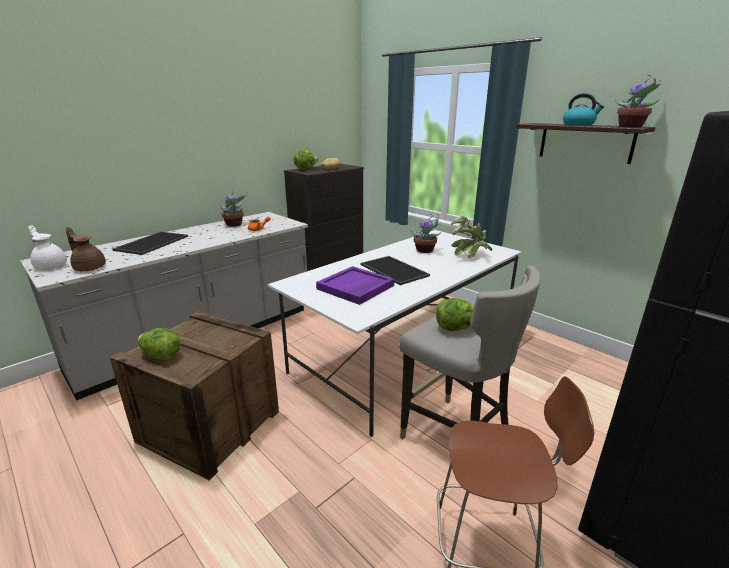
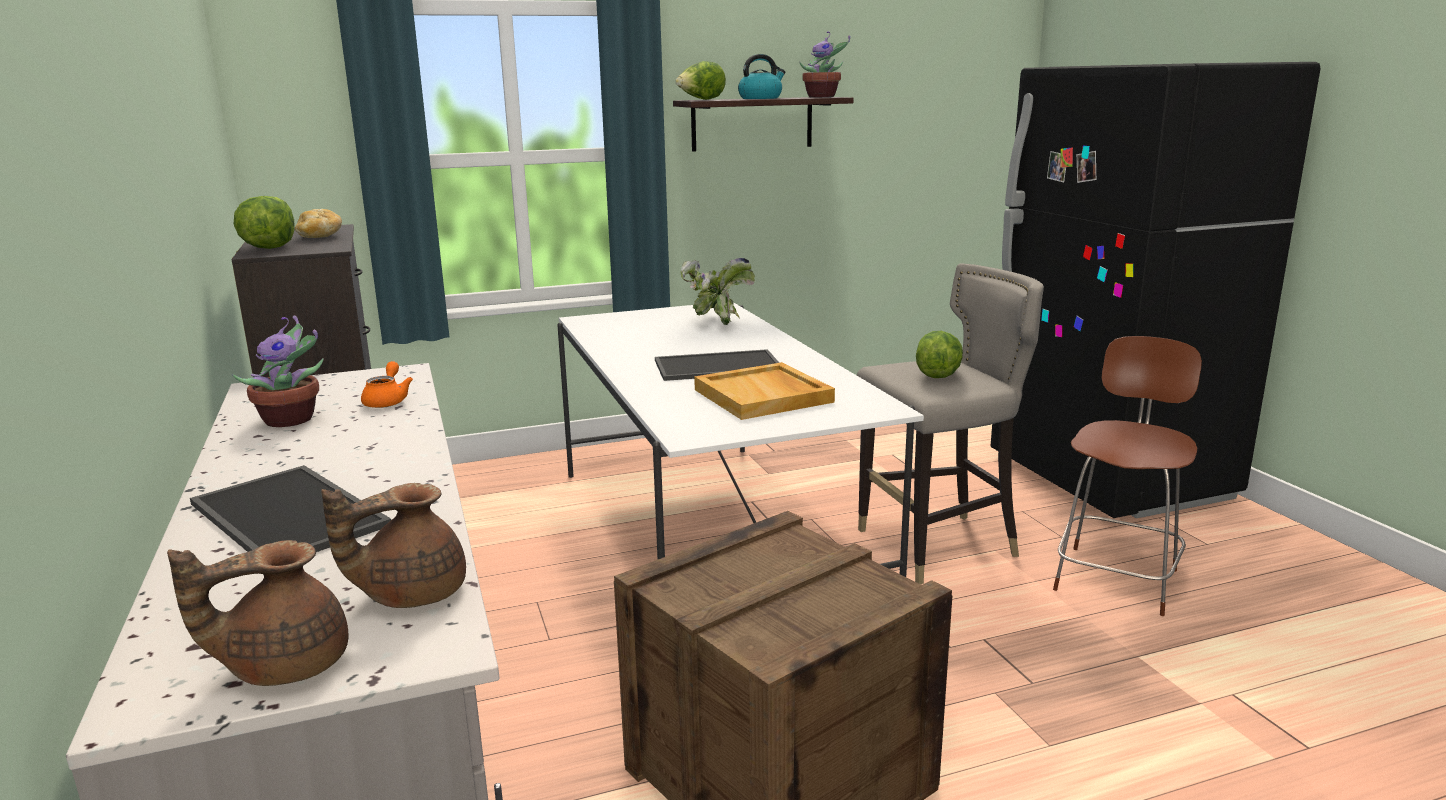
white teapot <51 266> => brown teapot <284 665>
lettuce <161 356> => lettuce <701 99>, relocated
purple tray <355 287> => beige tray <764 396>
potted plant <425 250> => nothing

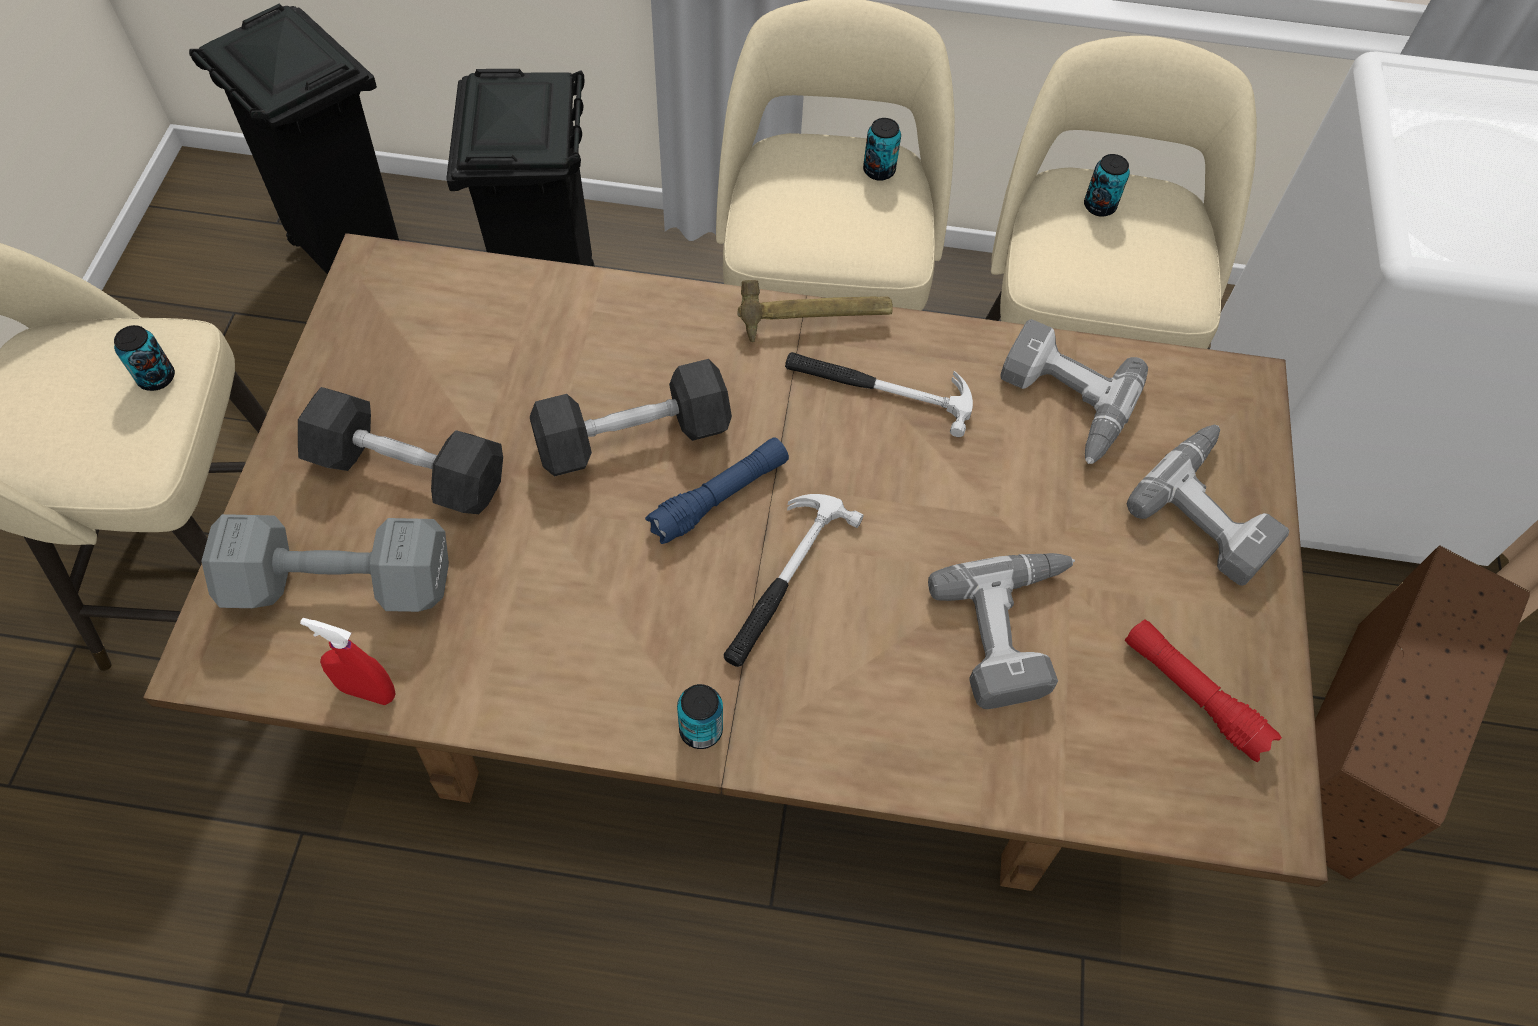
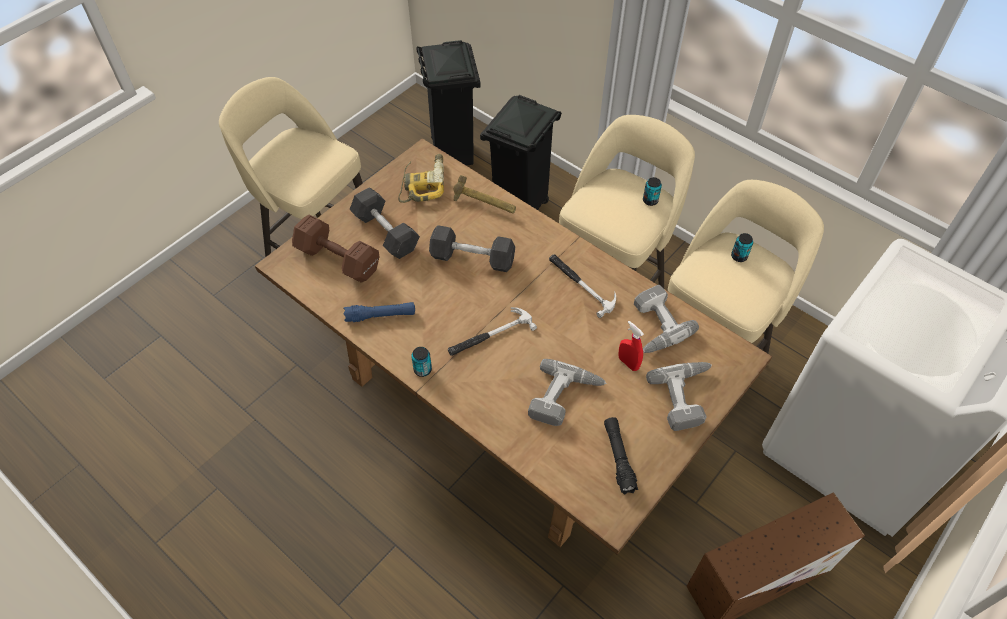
grey dumbbell <345 585> => brown dumbbell <339 261>
blue flashlight <720 497> => blue flashlight <380 316>, relocated
nothing => power drill <423 183>
hammer <813 324> => hammer <484 205>, relocated
red flashlight <1193 695> => black flashlight <618 458>
red spray bottle <368 691> => red spray bottle <628 363>, relocated
can <156 377> => nothing

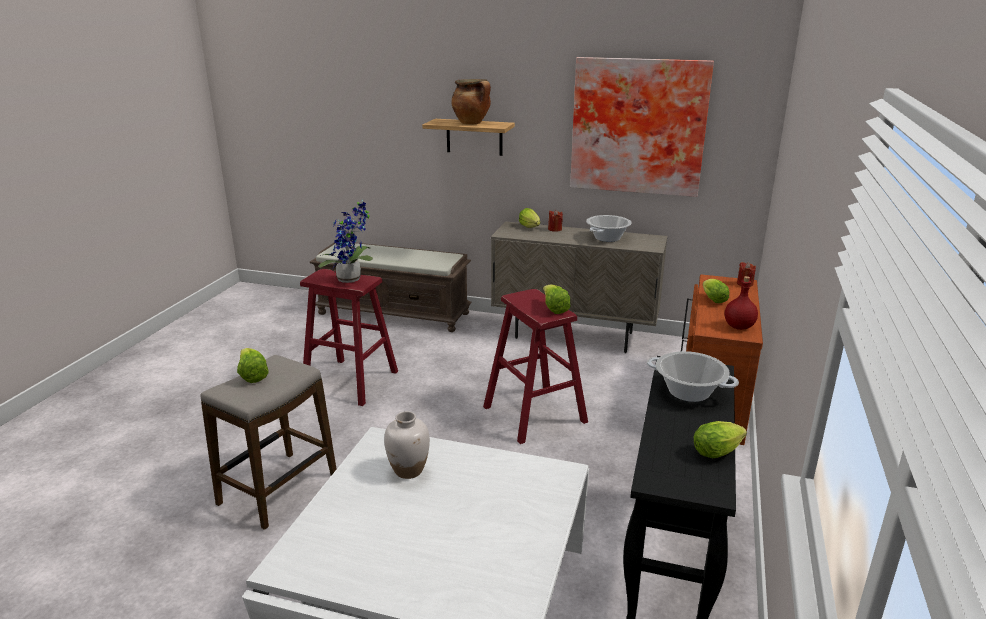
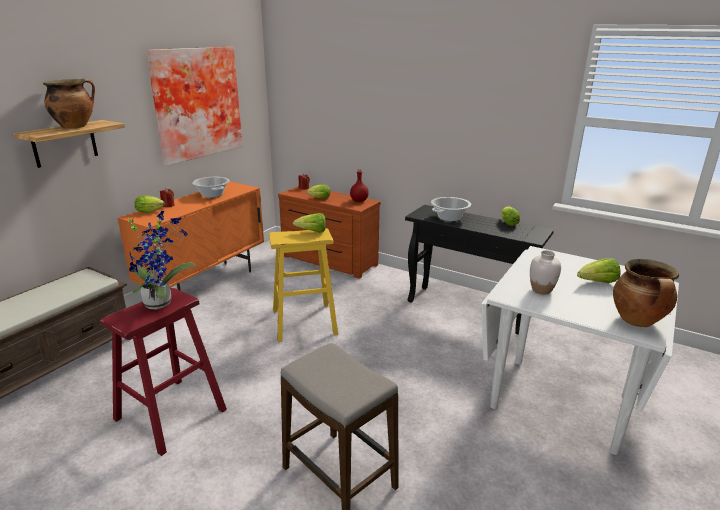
beige cabinet <574 336> => orange cabinet <206 284>
red stool <535 414> => yellow stool <304 322>
lettuce <252 376> => lettuce <597 283>, relocated
nothing => cooking pot <638 321>

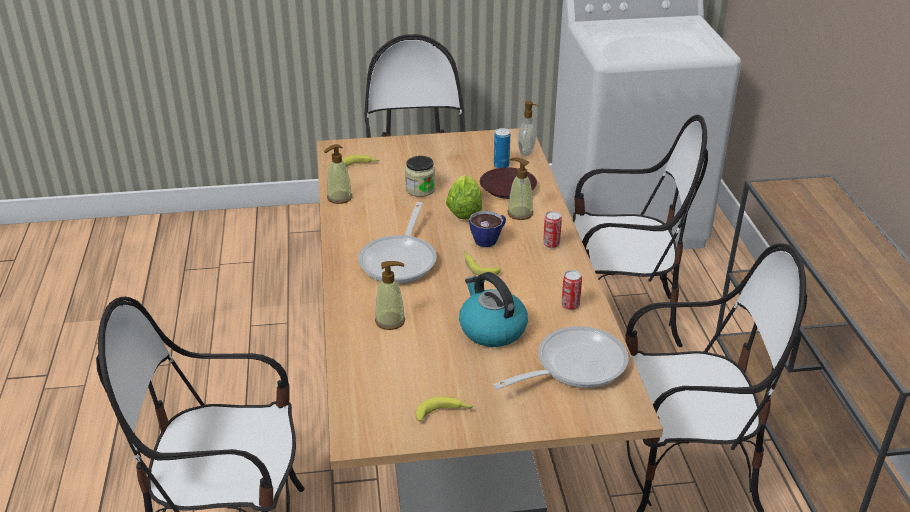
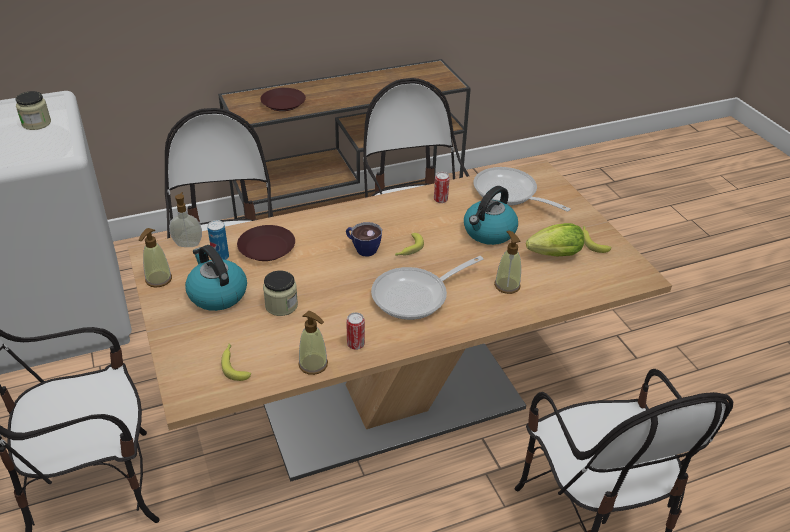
nothing => jar <36 123>
soap dispenser <520 213> => soap dispenser <158 279>, relocated
nothing => kettle <217 294>
nothing => brown plate <283 103>
can <551 244> => can <355 344>, relocated
frying pan <400 260> => frying pan <416 296>, 150 degrees clockwise
lettuce <464 209> => lettuce <551 255>, relocated

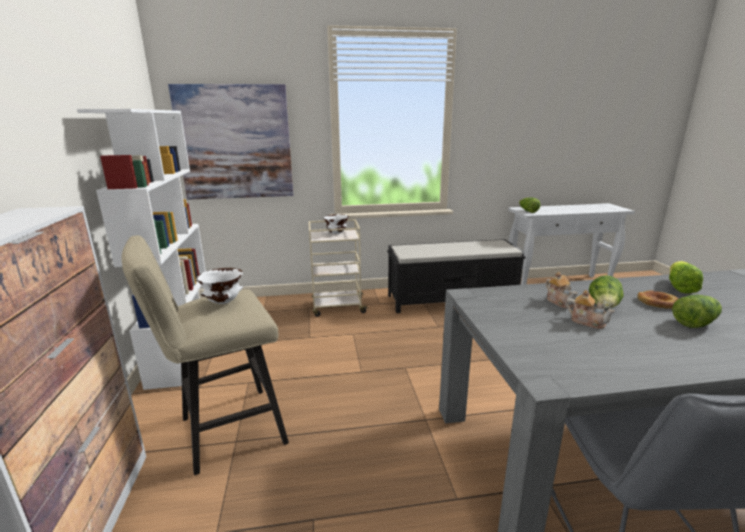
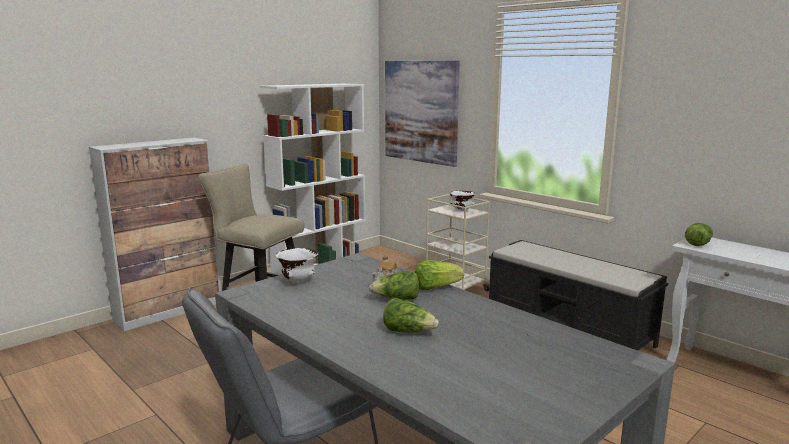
white bowl <223 302> => white bowl <298 281>, relocated
lettuce <679 287> => lettuce <436 288>, relocated
teapot <587 321> => nothing
bread <657 302> => nothing

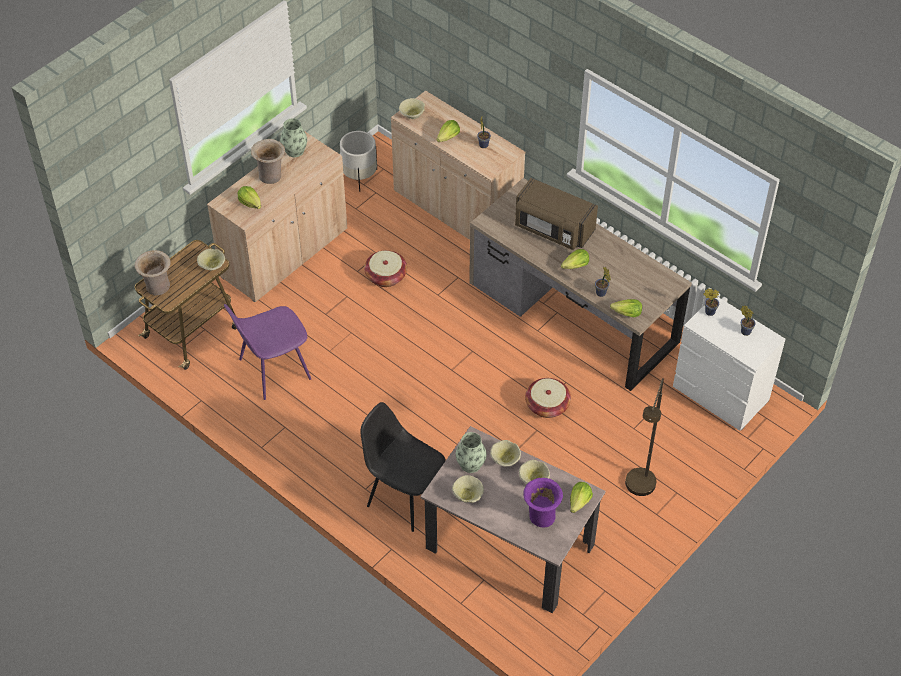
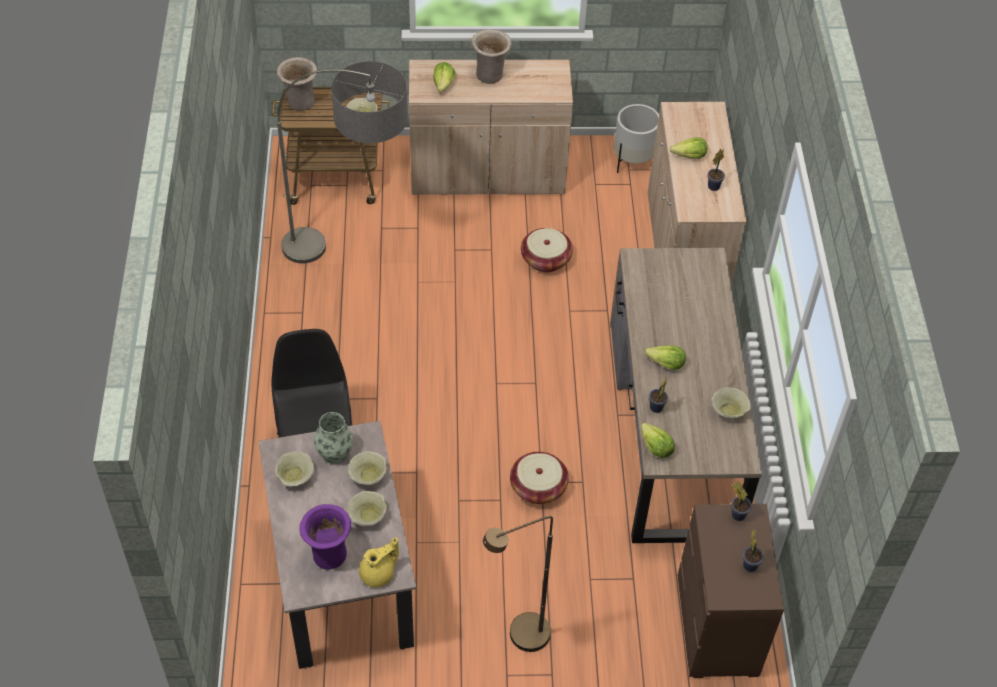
purple chair <273 370> => floor lamp <354 259>
lettuce <579 502> => yellow teapot <379 574>
white dresser <721 395> => brown dresser <717 626>
beige bowl <412 114> => beige bowl <729 411>, relocated
vase <295 150> => nothing
brown microwave <553 229> => nothing

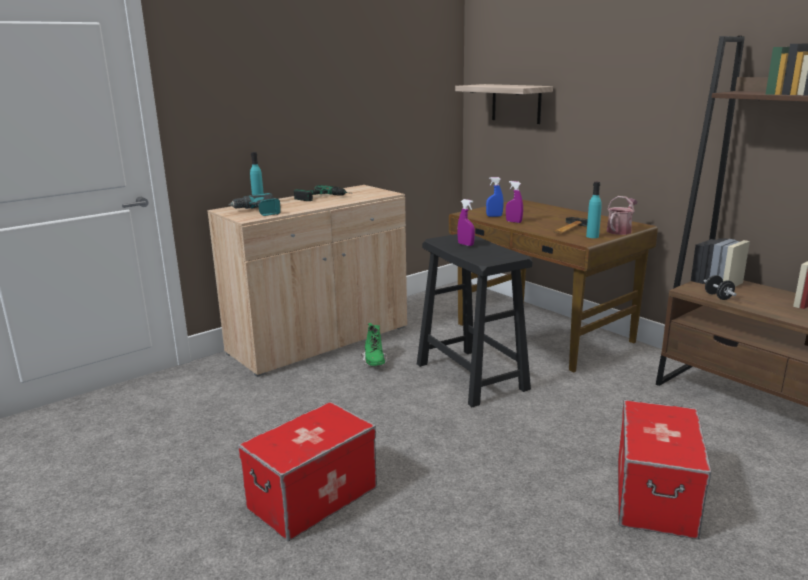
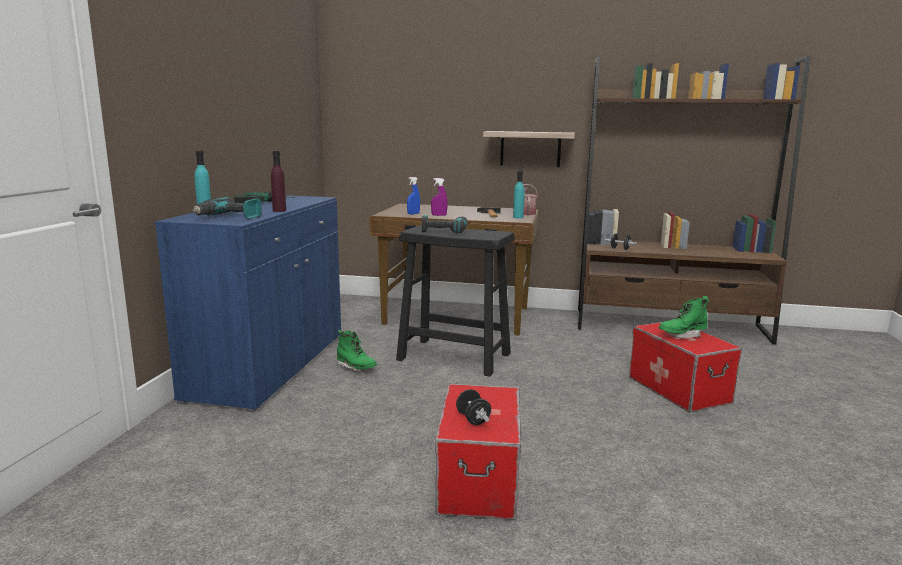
beige cabinet <319 340> => blue cabinet <270 365>
nothing => purple bottle <279 211>
purple spray bottle <465 244> => power drill <445 231>
nothing => black dumbbell <473 419>
shelf <516 103> => shelf <530 149>, relocated
nothing => green boot <682 335>

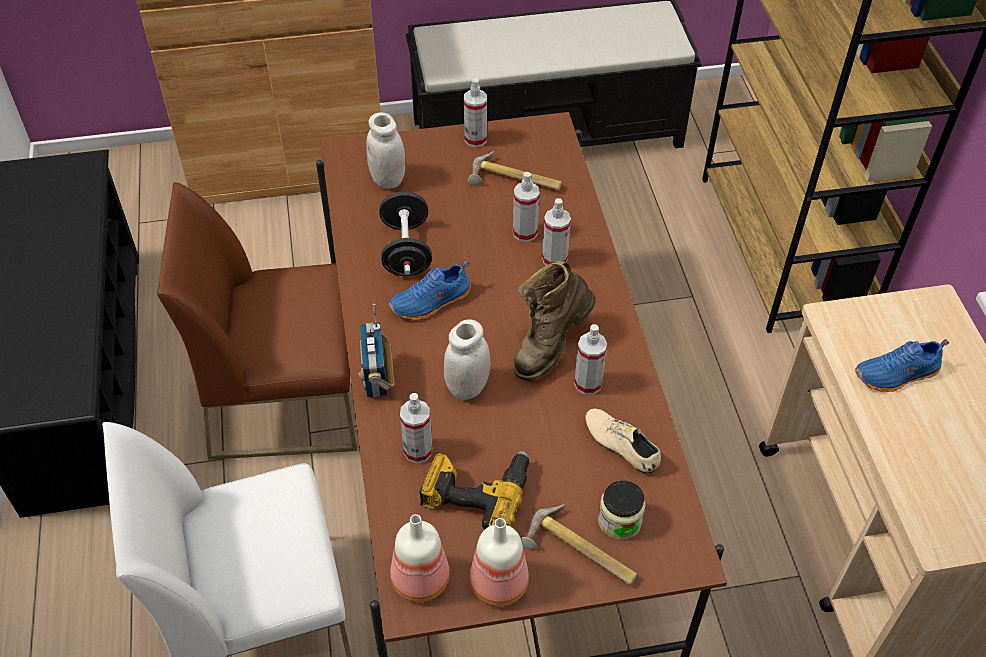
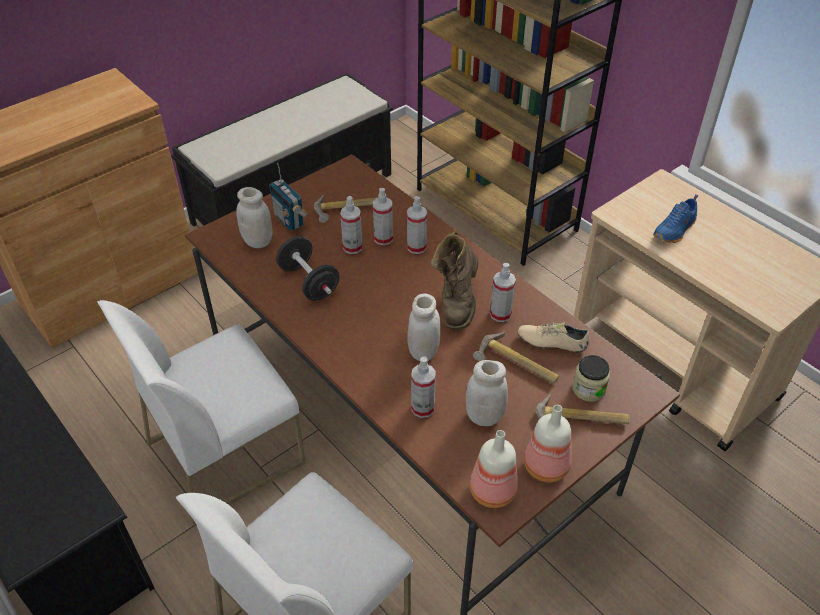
brown chair <287 398> => white chair <226 451>
radio <377 379> => radio <289 221>, relocated
spray bottle <475 139> => spray bottle <352 247>, relocated
power drill <476 493> => white jar <484 416>
nothing => hammer <516 365>
blue shoe <431 303> => nothing

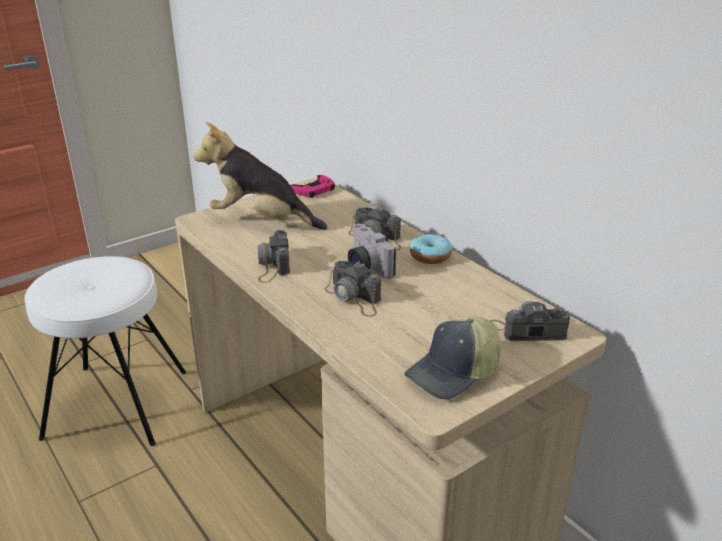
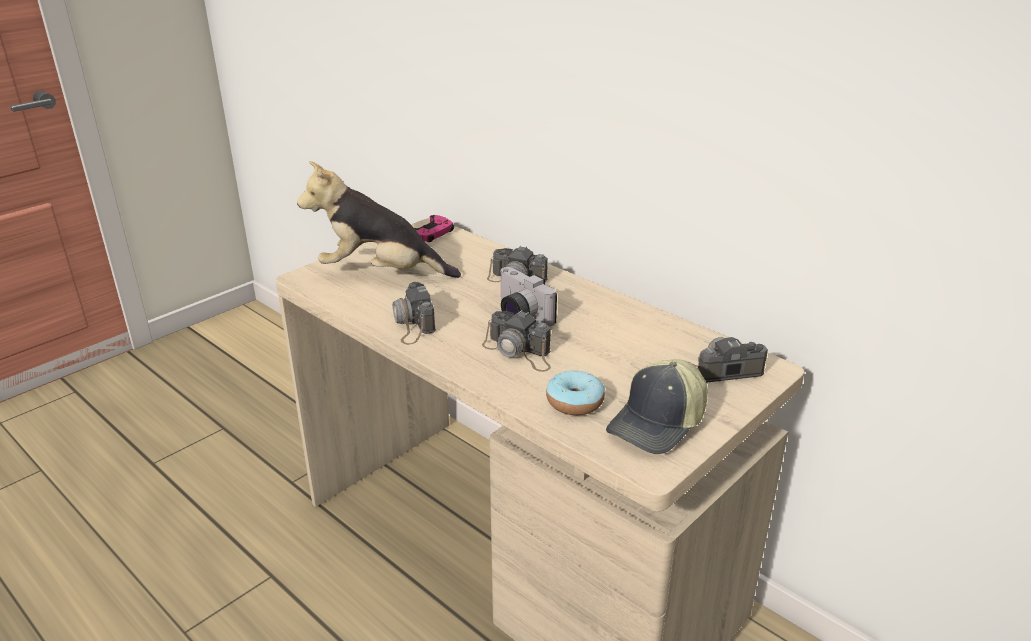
donut <430 256> => donut <575 402>, relocated
white stool <116 404> => nothing

